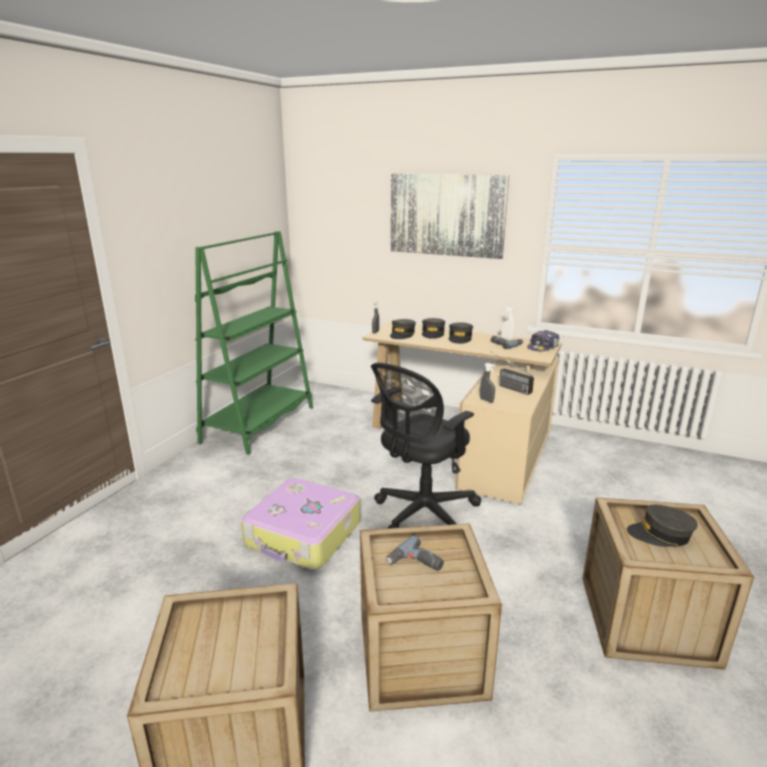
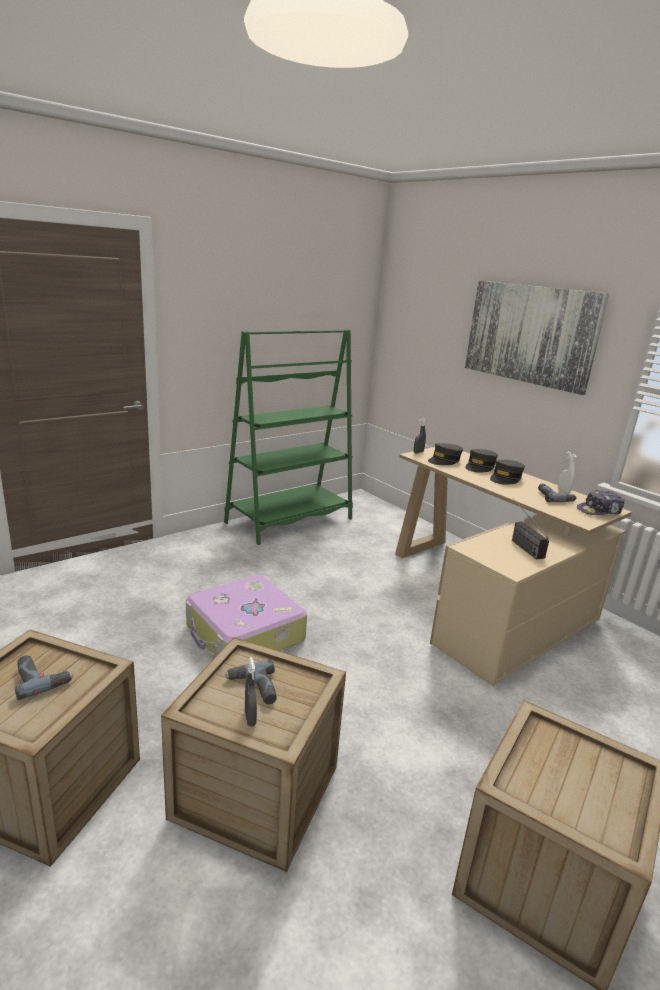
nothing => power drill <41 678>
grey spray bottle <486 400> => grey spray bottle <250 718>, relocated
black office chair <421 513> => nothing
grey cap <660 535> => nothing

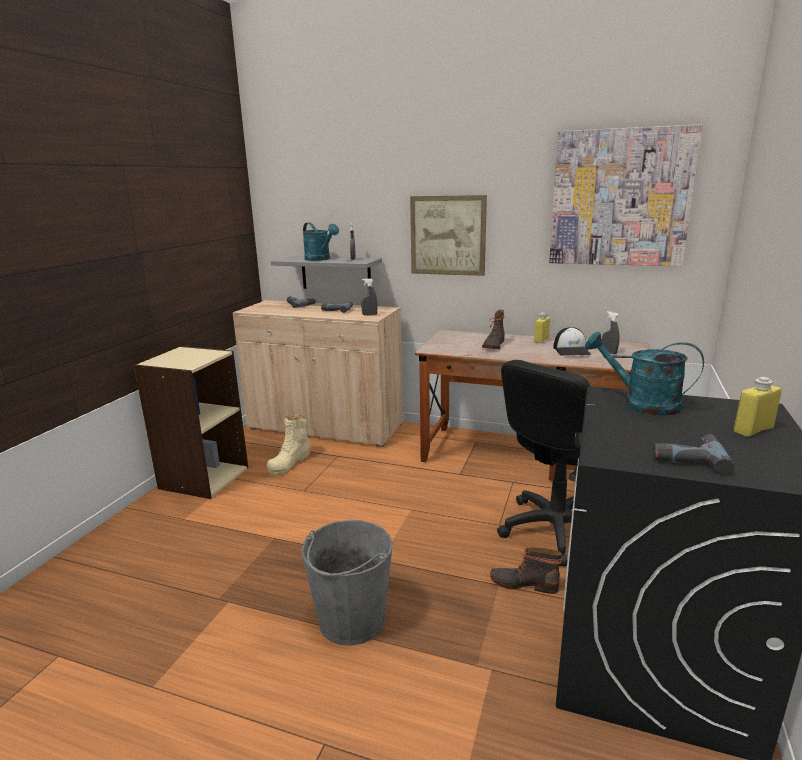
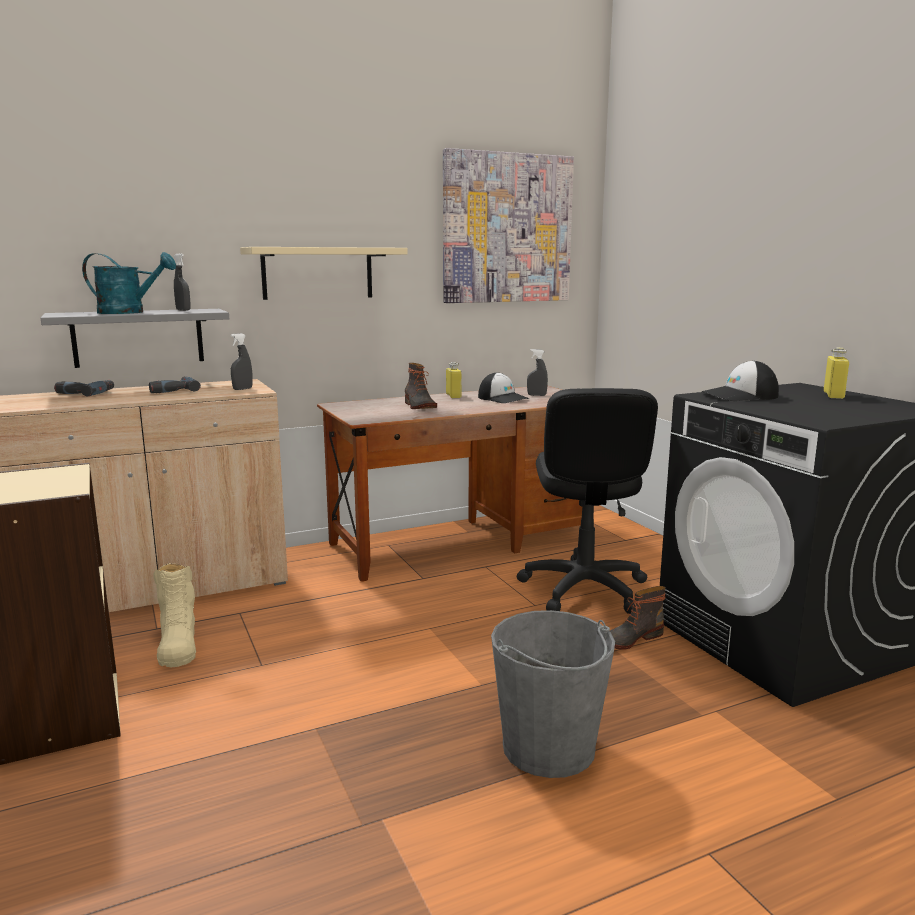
picture <447 235> => beige shelf <317 273>
turquoise watering can <641 403> => cap <740 396>
power drill <686 457> => nothing

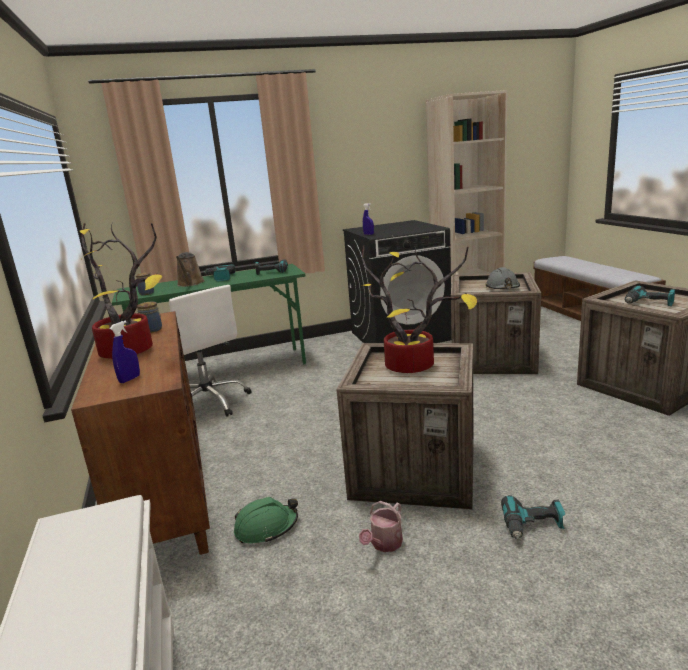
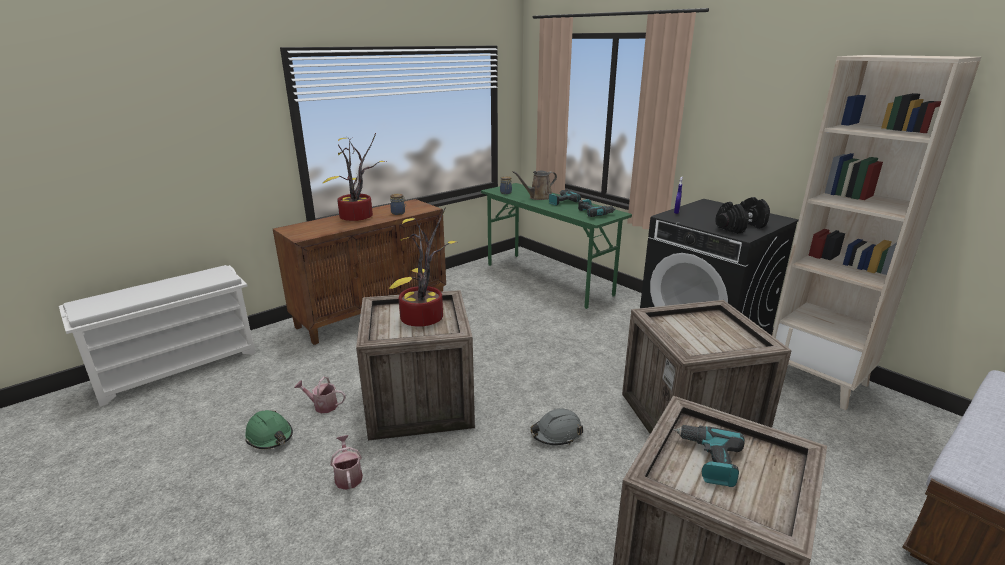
green hard hat <266 528> => green hard hat <270 436>, relocated
power drill <533 526> => watering can <348 476>
grey hard hat <502 288> => grey hard hat <556 434>, relocated
nothing => black dumbbell <740 227>
blue spray bottle <130 379> => nothing
white office chair <209 402> => nothing

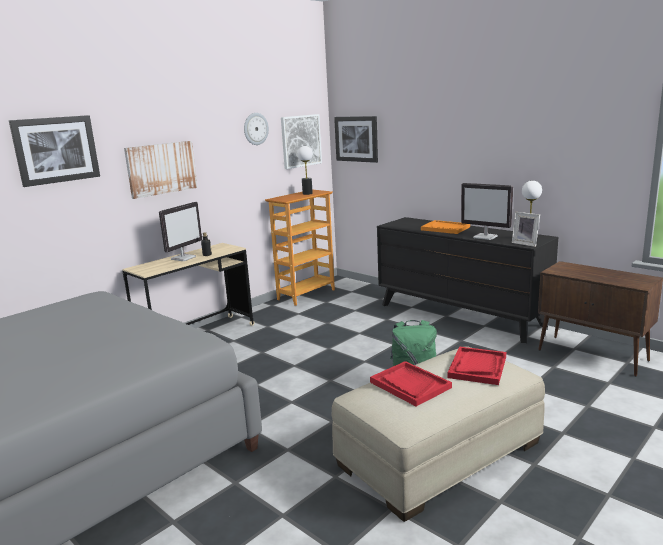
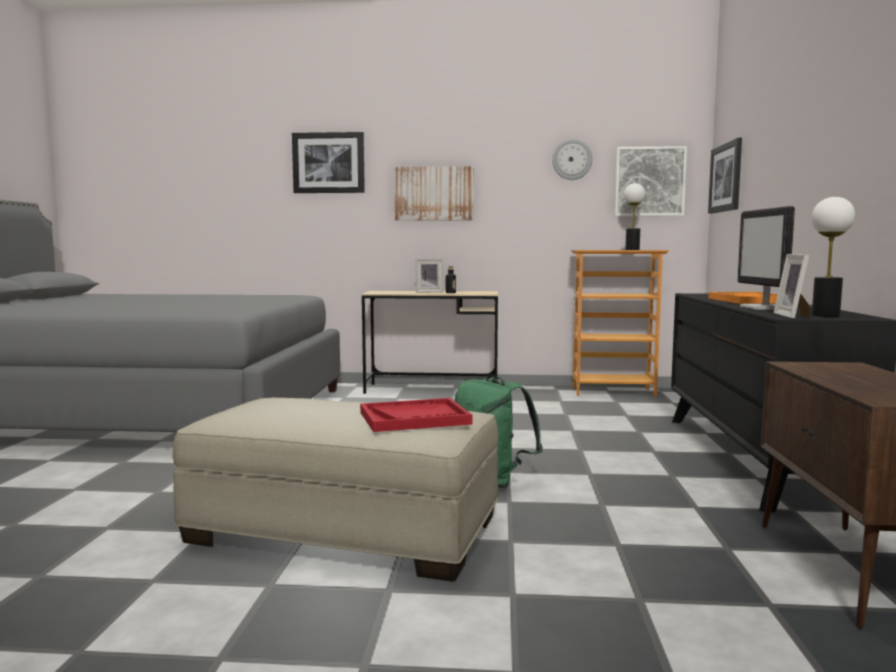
monitor <183 258> => picture frame <429 292>
red tray <410 385> => nothing

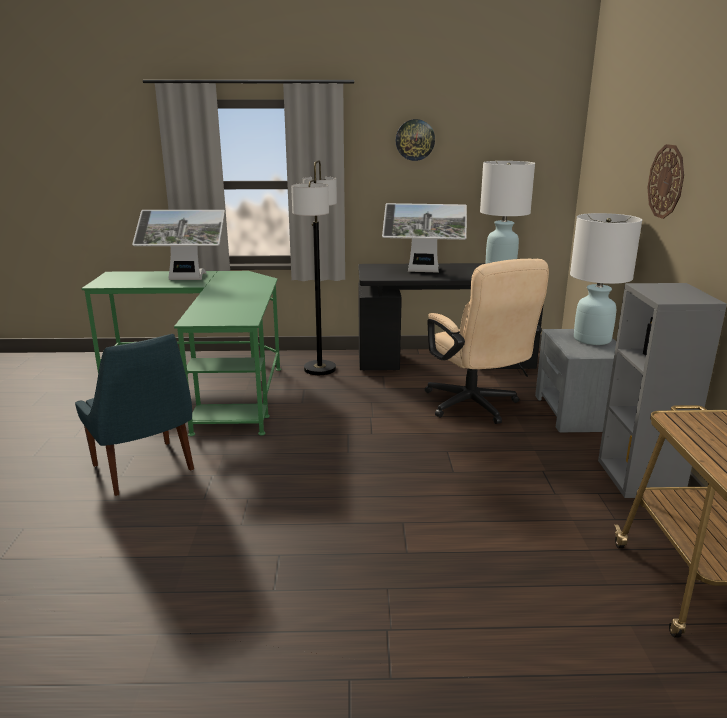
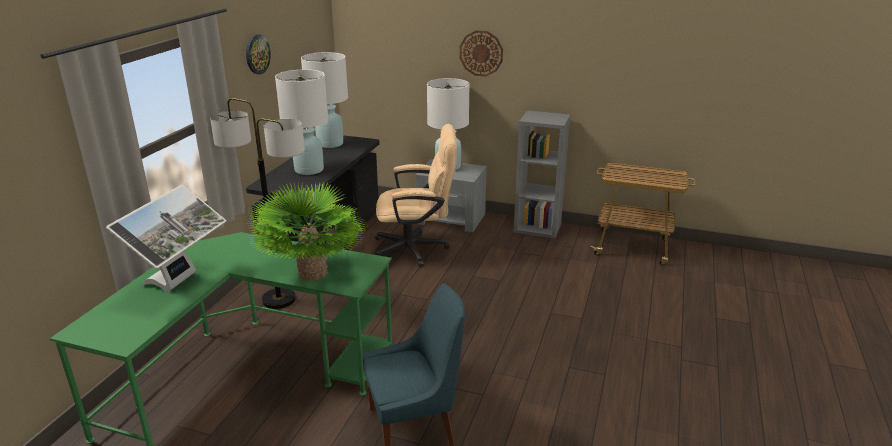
nothing => potted plant <313 273>
monitor <423 271> => white table lamp <309 170>

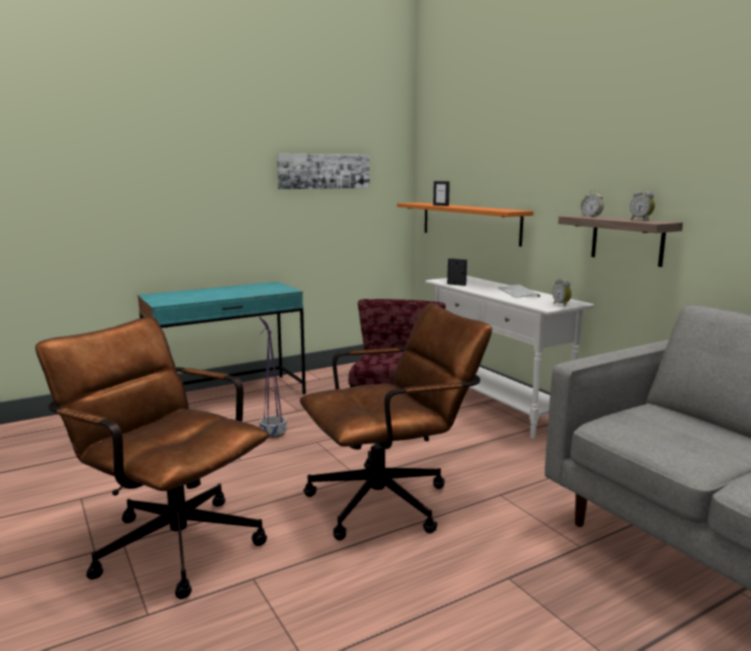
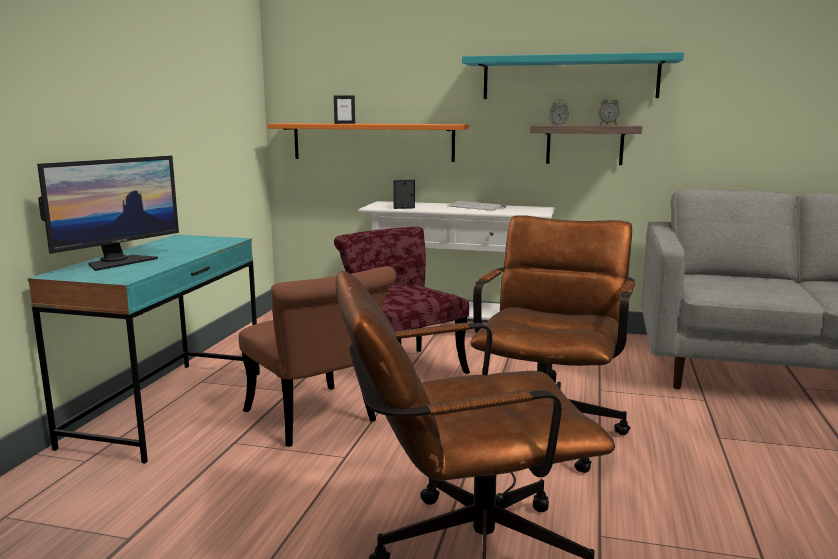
nothing => monitor <118 262>
purple planter <272 433> => brown chair <317 421>
nothing => turquoise shelf <569 78>
picture <324 171> => nothing
alarm clock <562 305> => nothing

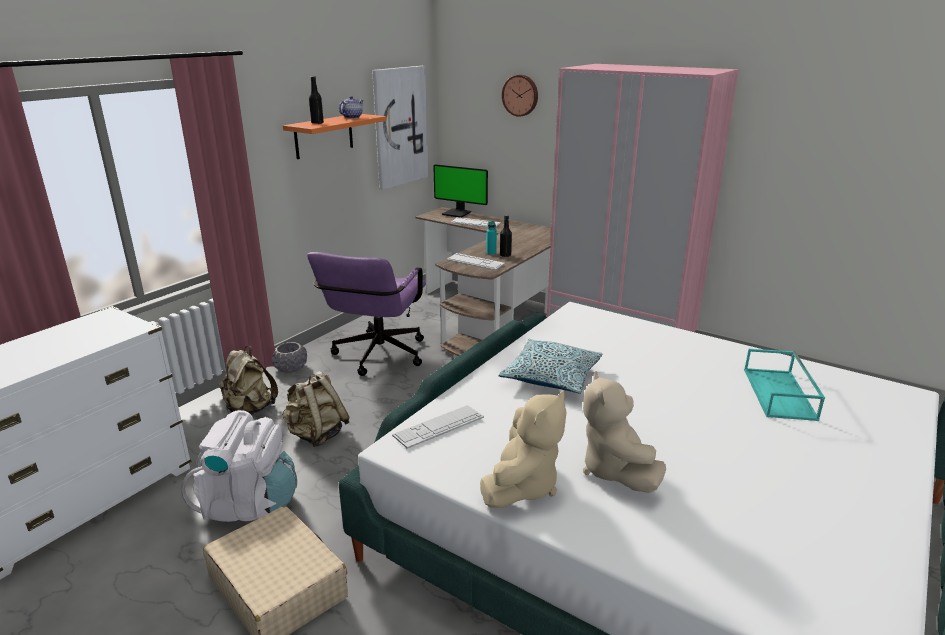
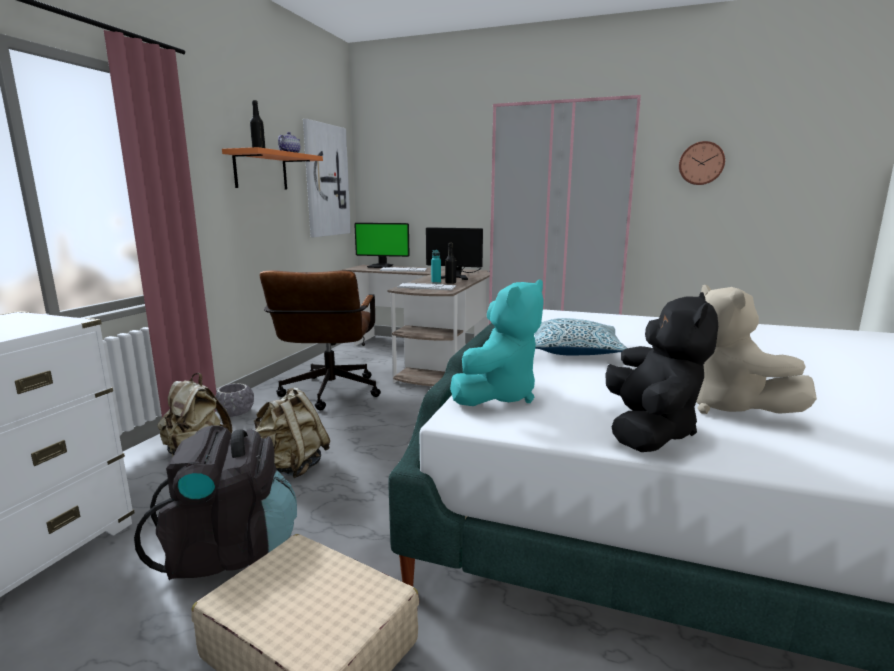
white backpack <249 504> => black backpack <229 551>
purple office chair <376 357> => brown office chair <328 395>
nothing => monitor <458 276>
keyboard <439 427> => turquoise plush toy <498 395>
beige plush toy <522 486> => black plush toy <649 431>
wall clock <520 95> => wall clock <701 163>, relocated
turquoise tray <780 394> => nothing

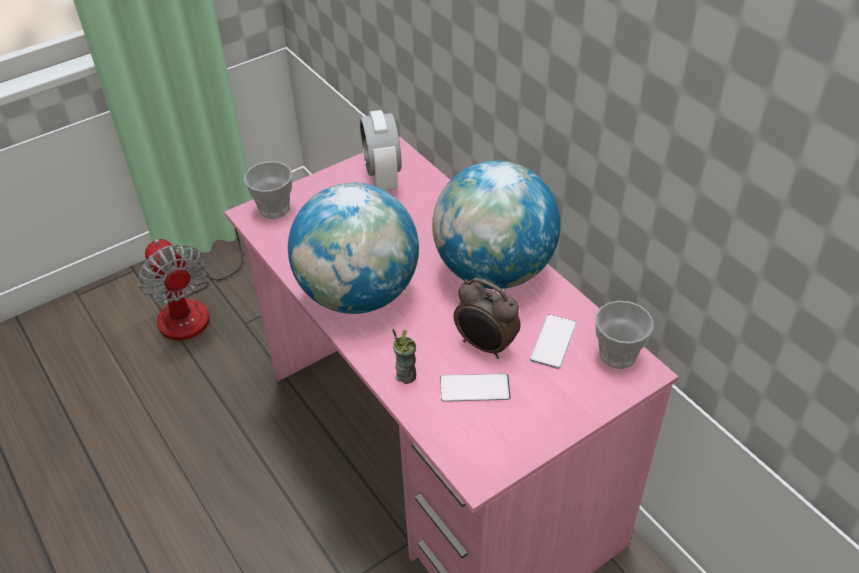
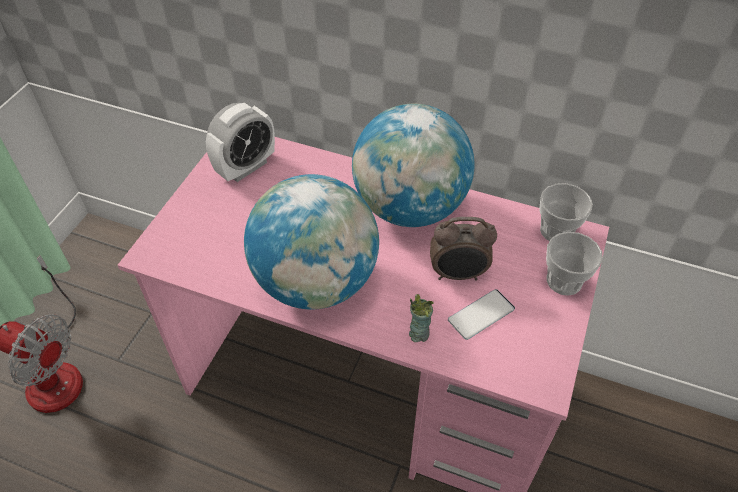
alarm clock <383 178> => alarm clock <246 167>, 90 degrees counterclockwise
cup <274 208> => cup <564 281>, relocated
phone <553 341> => nothing

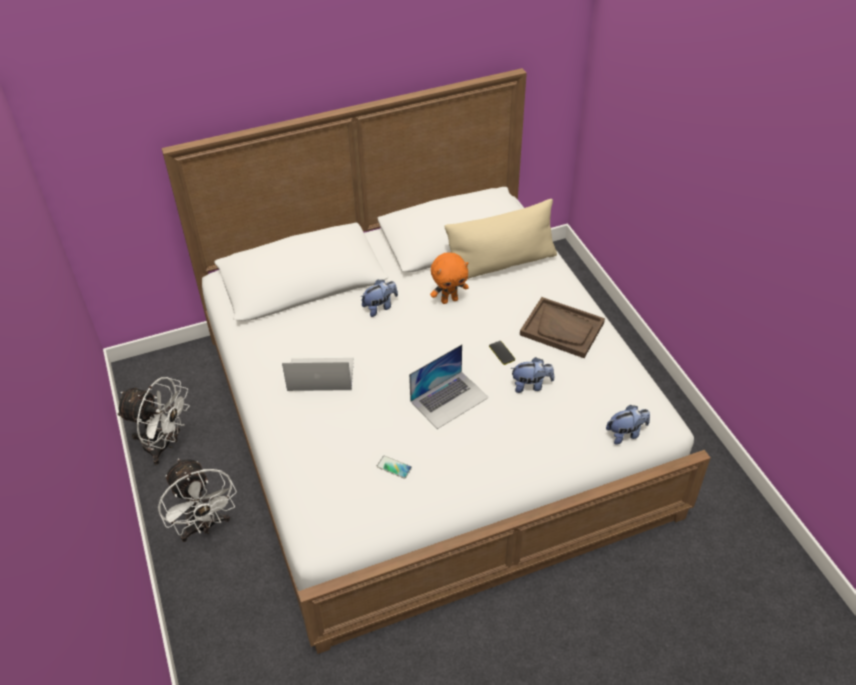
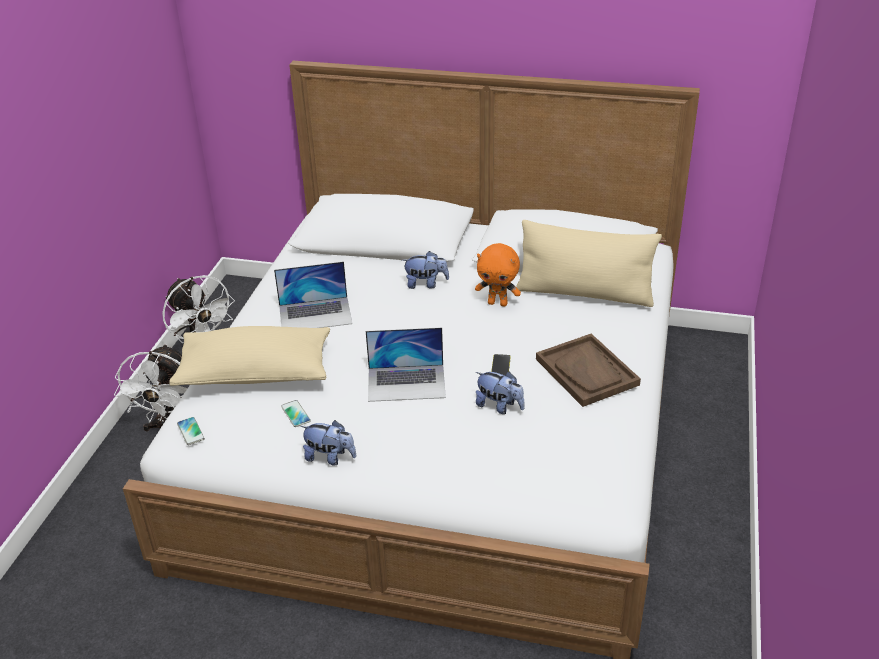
nothing => beige pillow <255 373>
nothing => phone <191 431>
laptop <320 374> => laptop <315 314>, 135 degrees clockwise
plush toy <626 434> => plush toy <330 457>, relocated

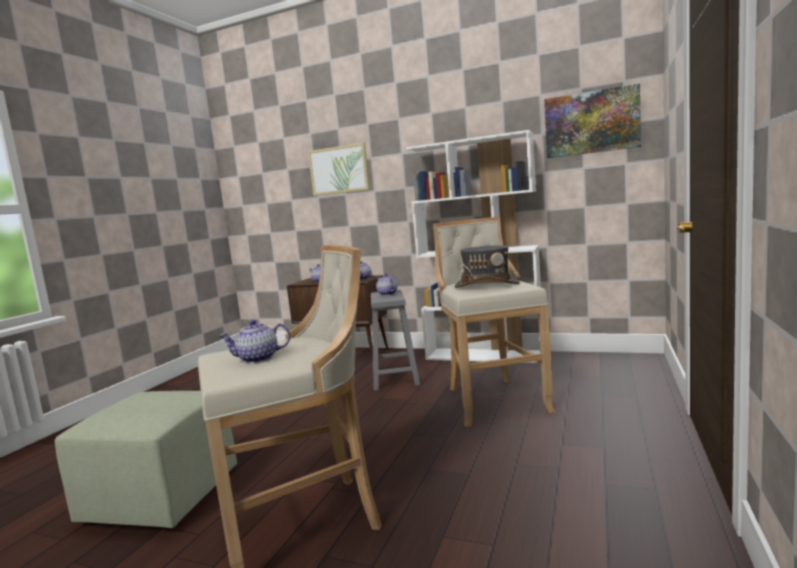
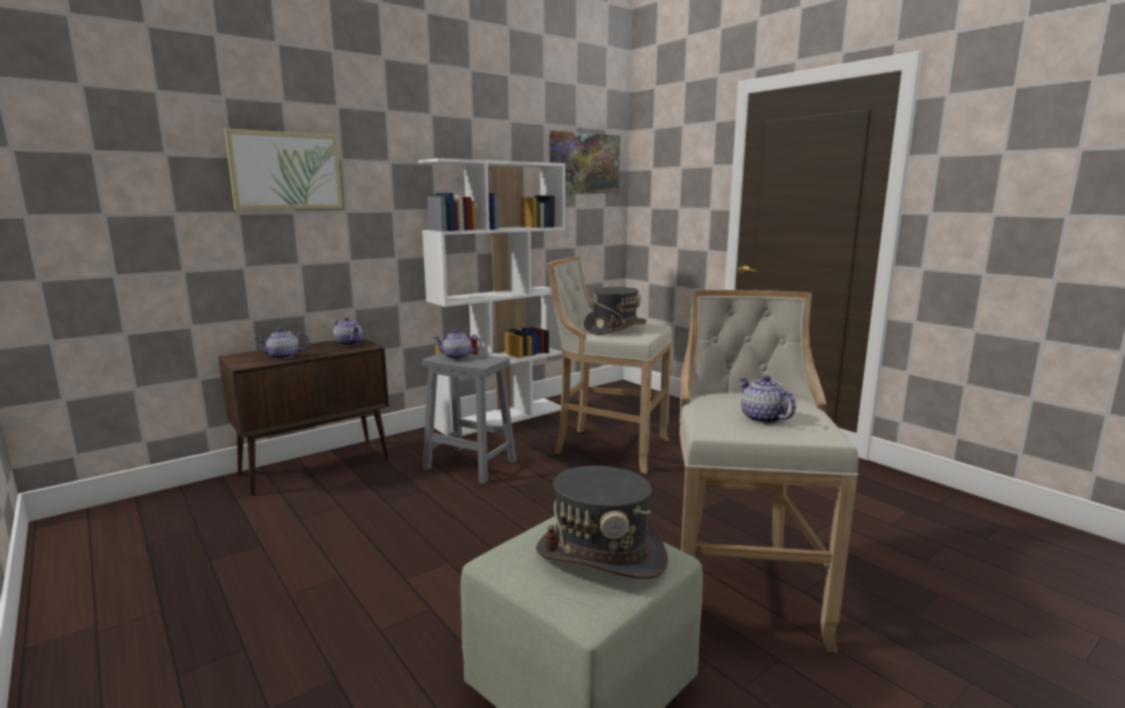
nothing => grey hat <601 554>
teapot <258 358> => teapot <762 418>, 135 degrees clockwise

